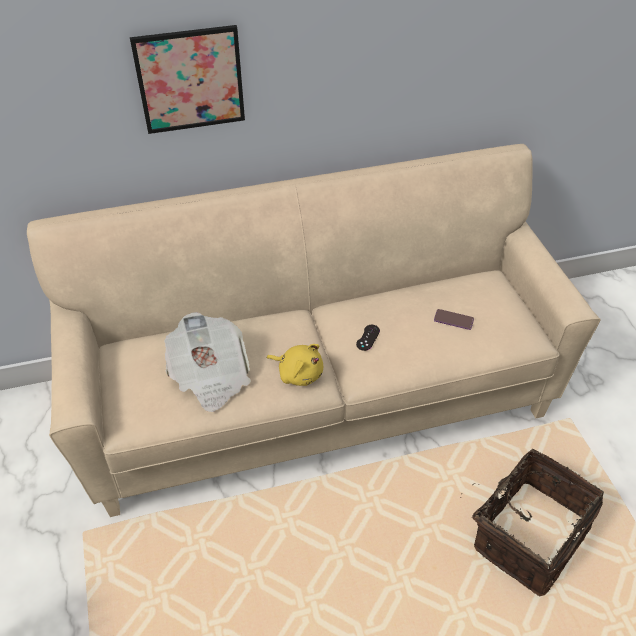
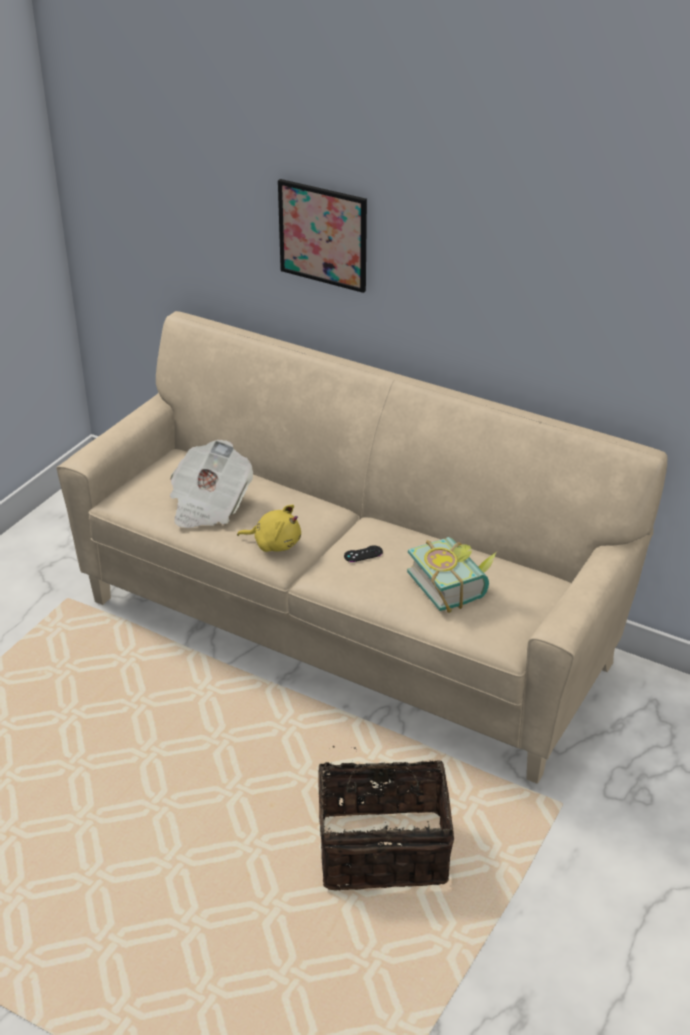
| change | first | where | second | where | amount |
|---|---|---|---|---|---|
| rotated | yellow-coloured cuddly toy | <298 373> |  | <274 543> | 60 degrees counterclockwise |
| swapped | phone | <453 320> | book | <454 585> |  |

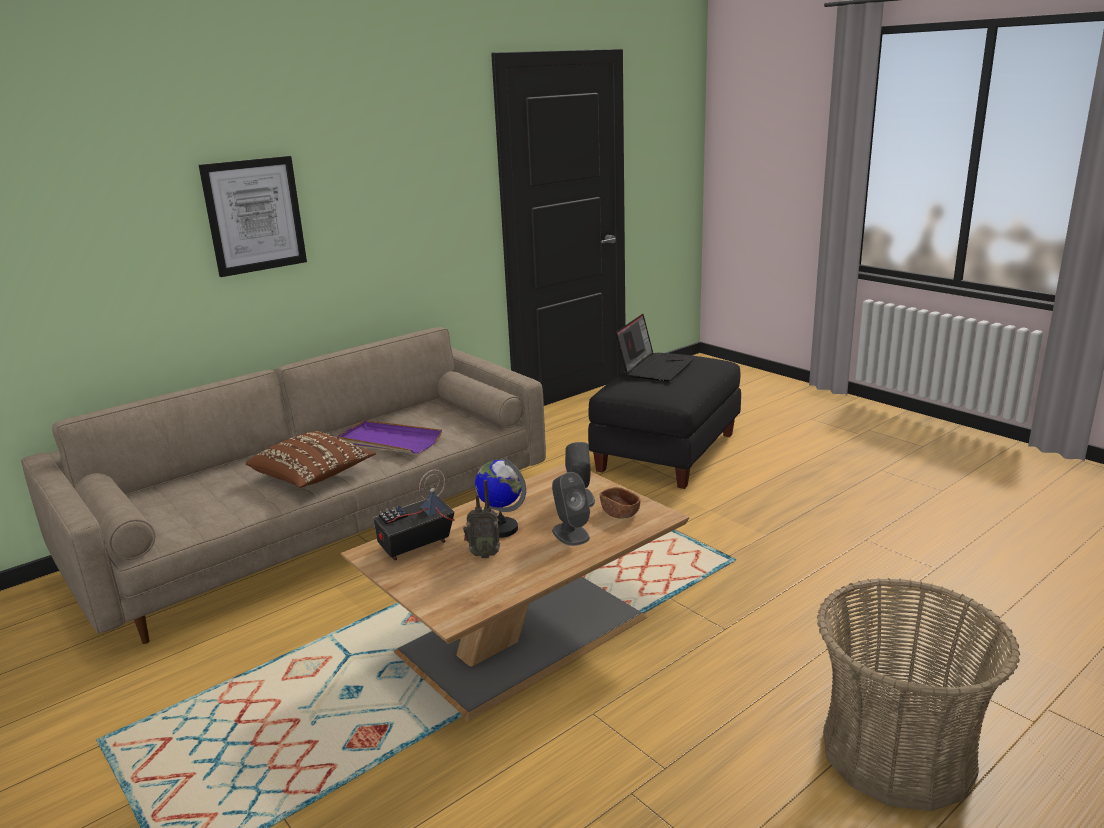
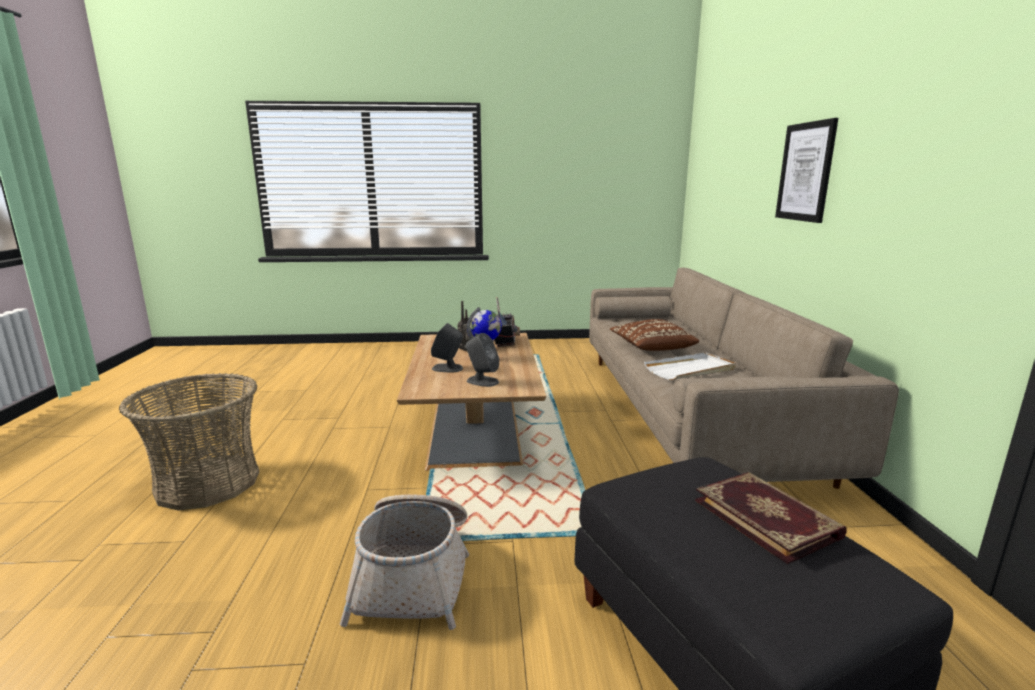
| change | first | where | second | where | amount |
|---|---|---|---|---|---|
| repainted | purple-coloured tray | <388 441> | white-coloured tray | <690 369> |  |
| gone | brown-coloured bowl | <620 513> |  |  |  |
| swapped | notebook computer | <655 368> | book | <767 517> |  |
| new |  |  | storage basket | <415 574> |  |

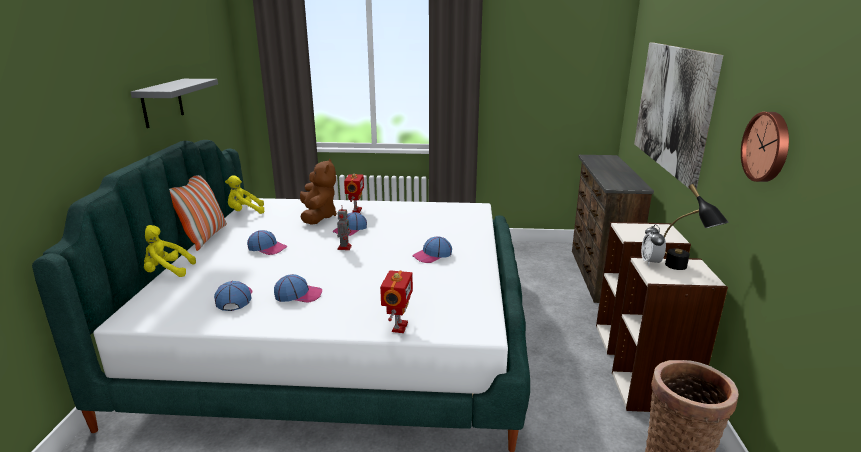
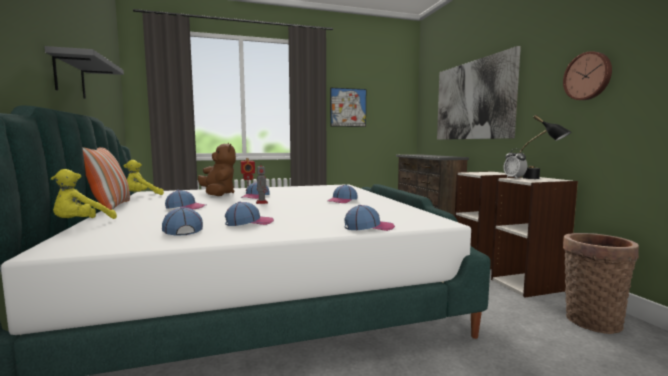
| change | first | where | second | where | amount |
|---|---|---|---|---|---|
| rotated | yellow-coloured cuddly toy | <166 271> |  | <81 224> | 45 degrees counterclockwise |
| swapped | robot figure | <398 327> | cap | <369 227> |  |
| new |  |  | picture | <348 107> |  |

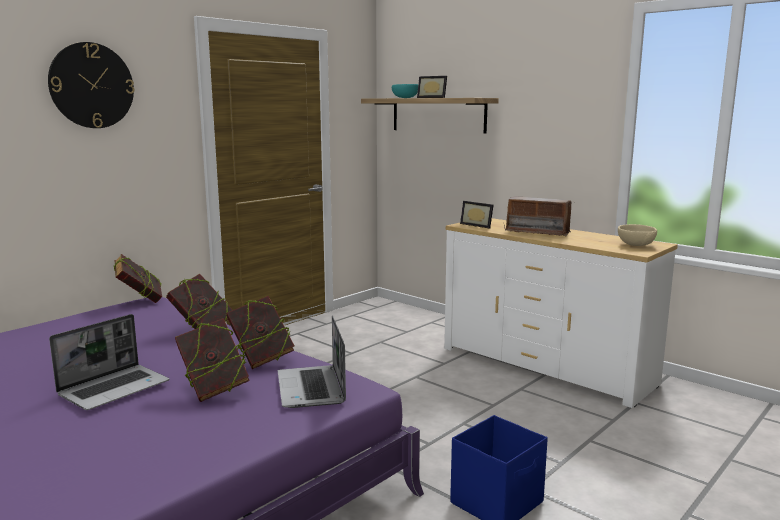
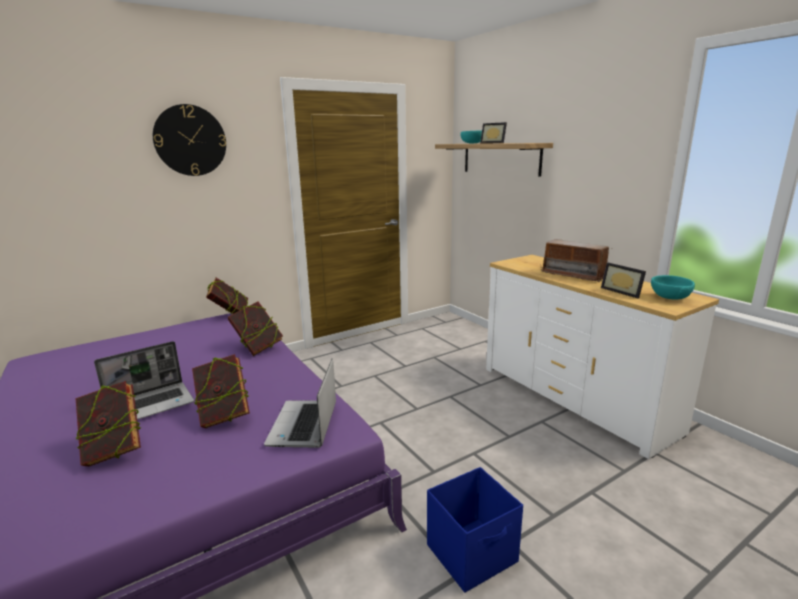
| change | first | where | second | where | amount |
|---|---|---|---|---|---|
| shifted | book | <261 360> |  | <115 451> |  |
| shifted | picture frame | <478 225> |  | <623 292> |  |
| repainted | beige bowl | <636 245> | turquoise-coloured bowl | <670 297> |  |

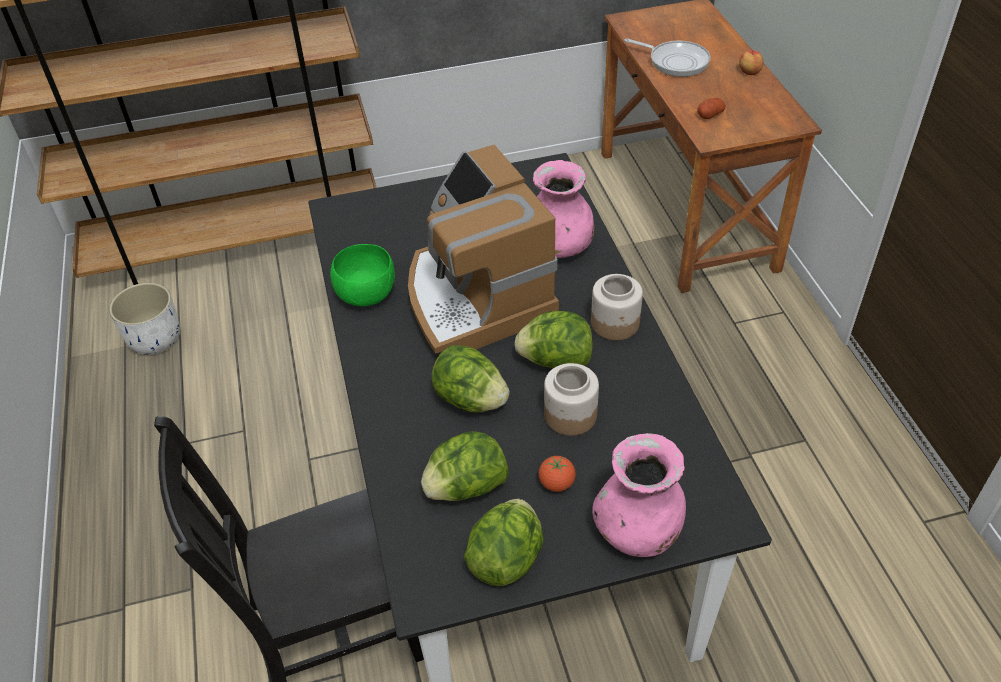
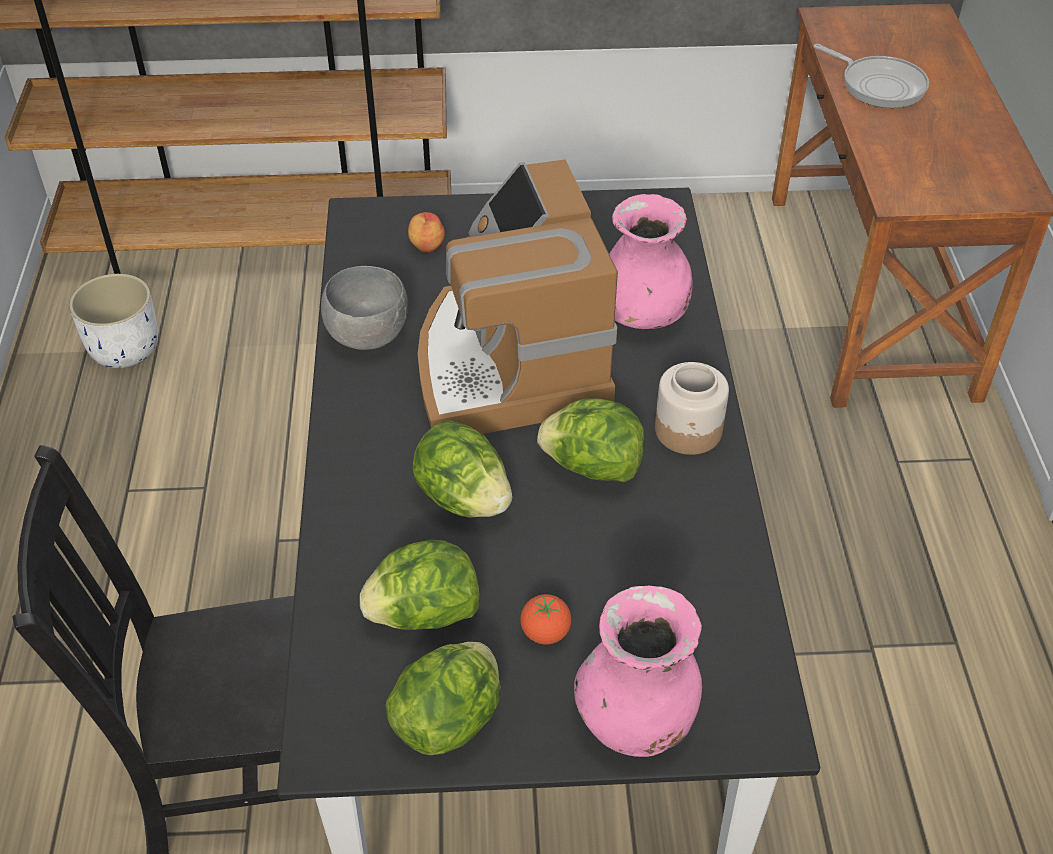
| change | first | where | second | where | amount |
|---|---|---|---|---|---|
| repainted | green bowl | <367 294> | gray bowl | <369 335> |  |
| gone | jar | <569 415> |  |  |  |
| gone | spud | <710 115> |  |  |  |
| shifted | apple | <749 72> |  | <426 246> |  |

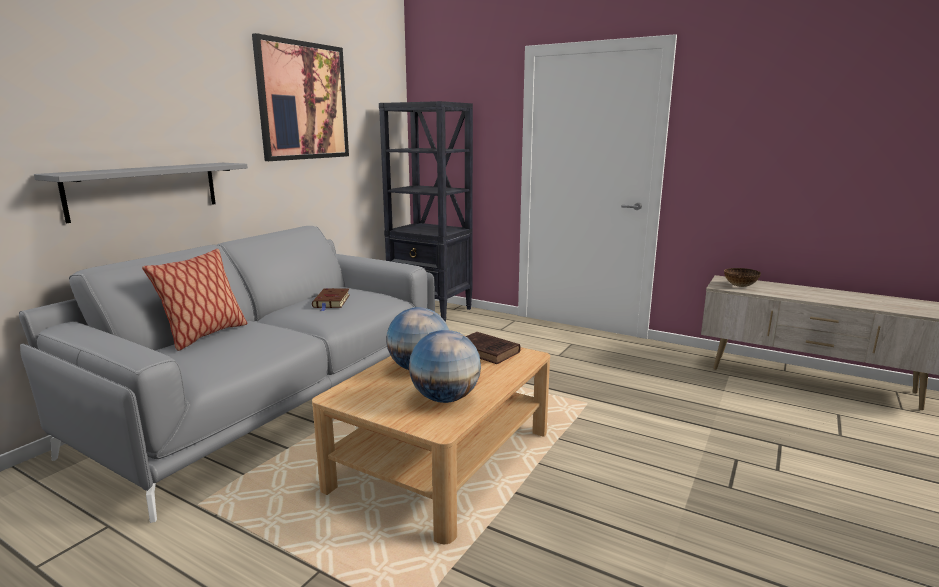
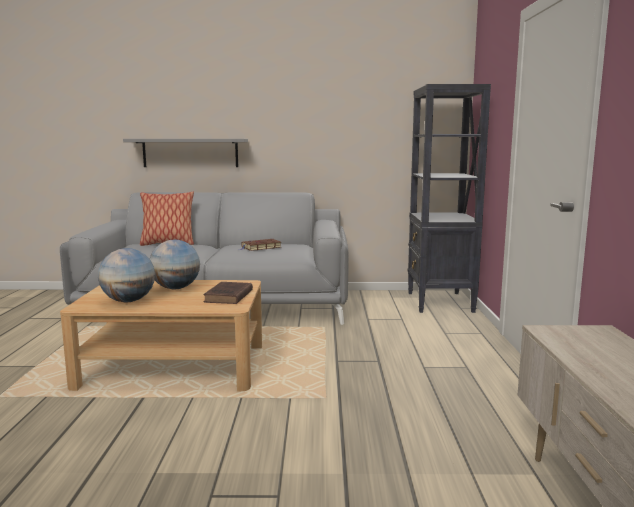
| change | first | where | second | where | amount |
|---|---|---|---|---|---|
| gone | picture | <303 101> |  |  |  |
| gone | bowl | <739 286> |  |  |  |

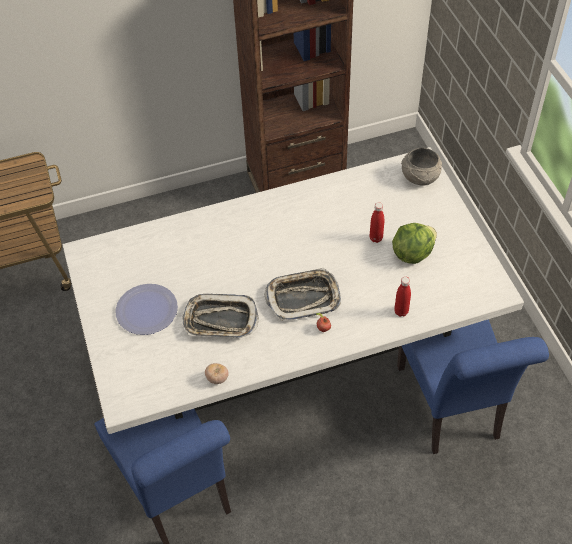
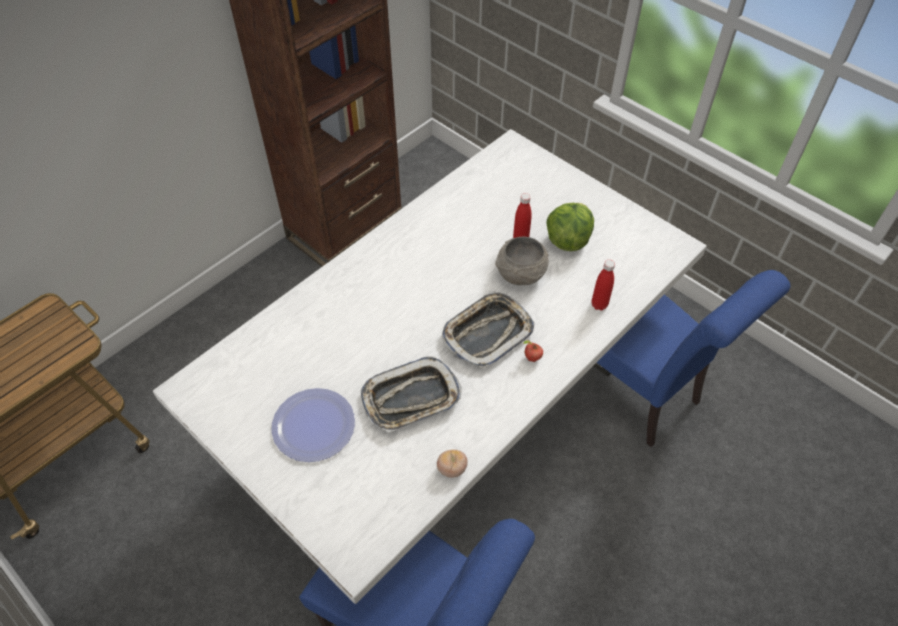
| change | first | where | second | where | amount |
|---|---|---|---|---|---|
| shifted | gray bowl | <419 177> |  | <520 274> |  |

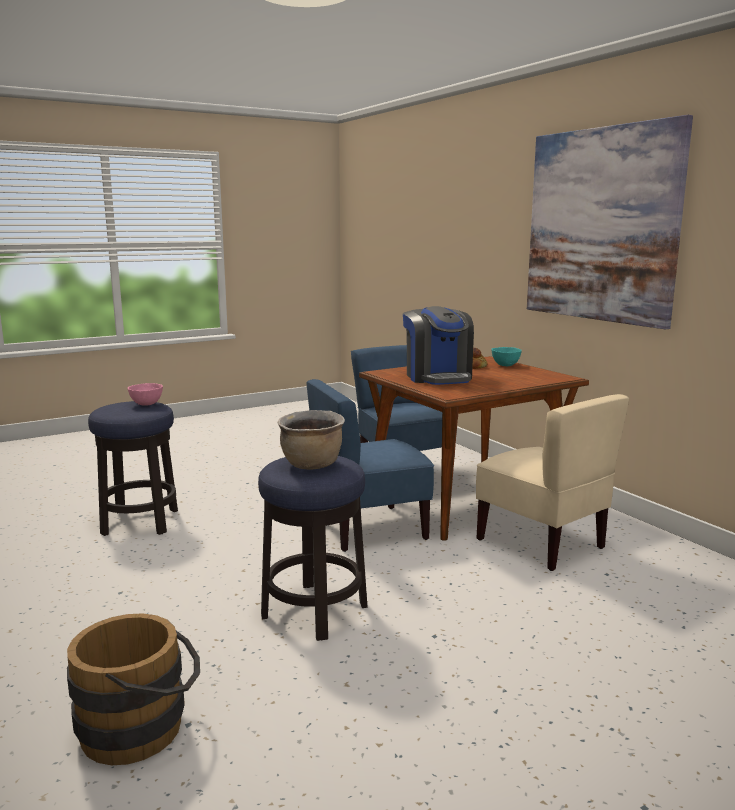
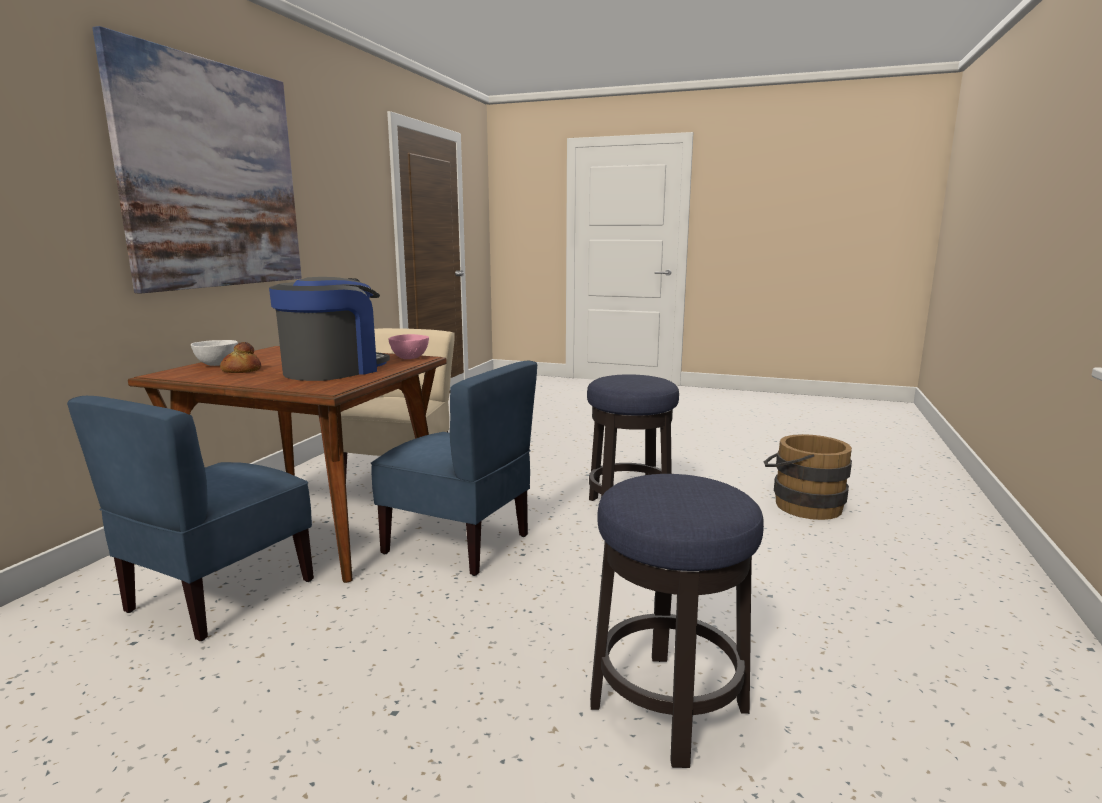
| change | first | where | second | where | amount |
|---|---|---|---|---|---|
| shifted | pink bowl | <146 404> |  | <410 358> |  |
| gone | brown-coloured stockpot | <312 465> |  |  |  |
| repainted | turquoise-coloured bowl | <505 365> | white-coloured bowl | <216 365> |  |

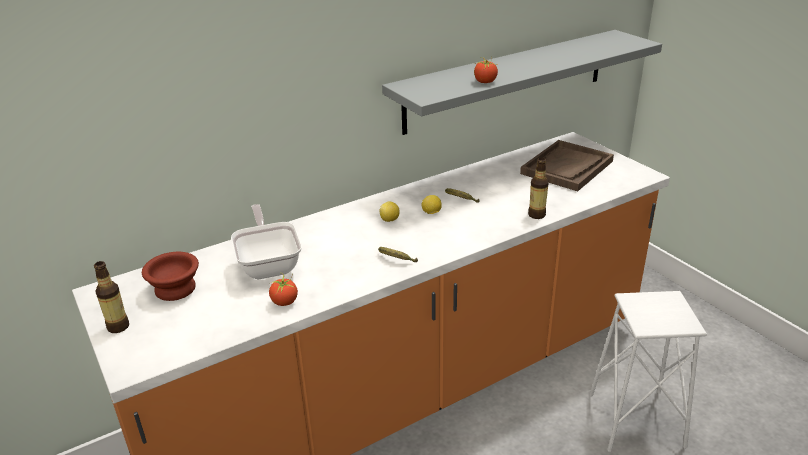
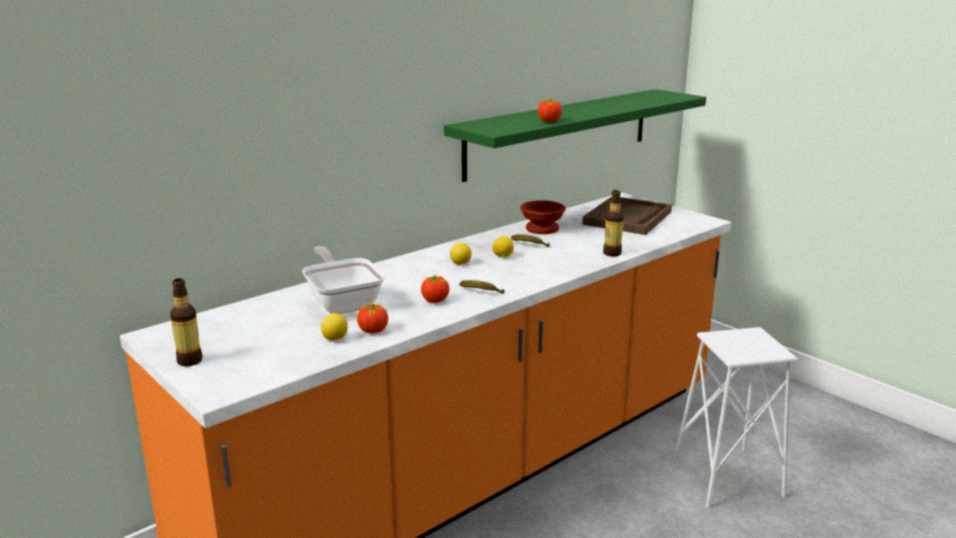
| change | first | where | second | where | amount |
|---|---|---|---|---|---|
| shifted | brown-coloured bowl | <173 289> |  | <540 229> |  |
| repainted | gray bracket shelf | <507 80> | green bracket shelf | <560 132> |  |
| new |  |  | whole lemon | <335 339> |  |
| new |  |  | tomato | <435 301> |  |

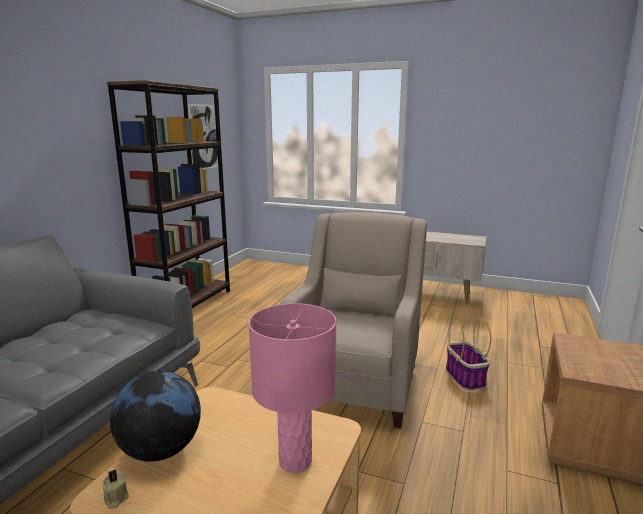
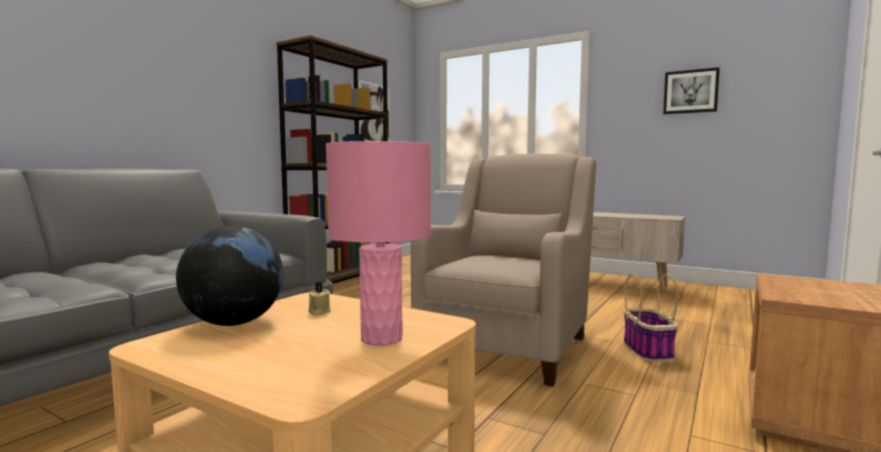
| change | first | where | second | where | amount |
|---|---|---|---|---|---|
| shifted | beige wax candle | <115 499> |  | <318 312> |  |
| new |  |  | picture | <690 91> |  |

